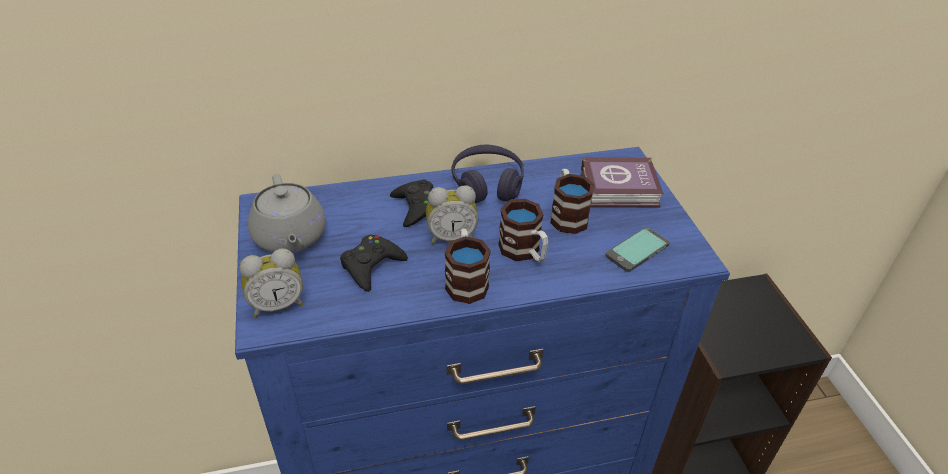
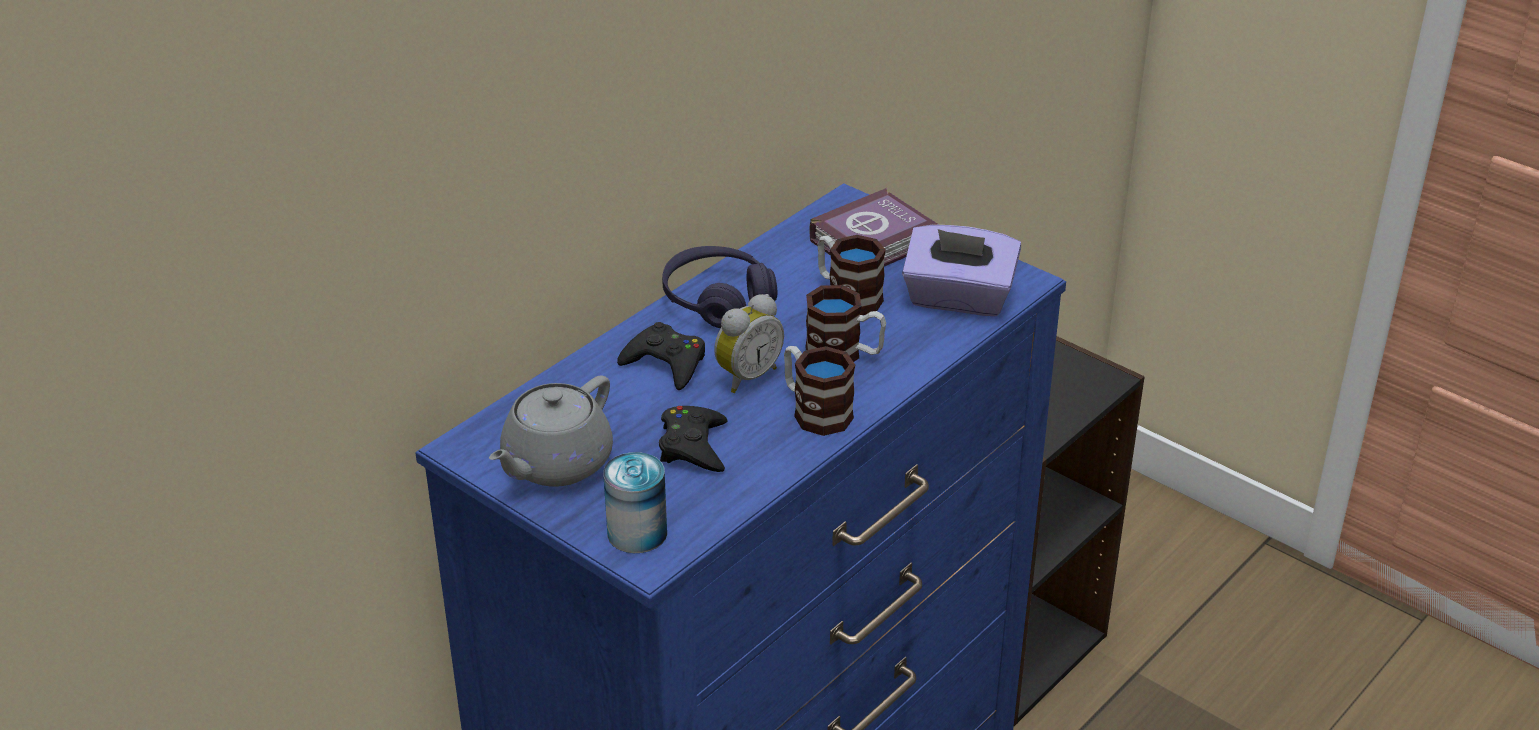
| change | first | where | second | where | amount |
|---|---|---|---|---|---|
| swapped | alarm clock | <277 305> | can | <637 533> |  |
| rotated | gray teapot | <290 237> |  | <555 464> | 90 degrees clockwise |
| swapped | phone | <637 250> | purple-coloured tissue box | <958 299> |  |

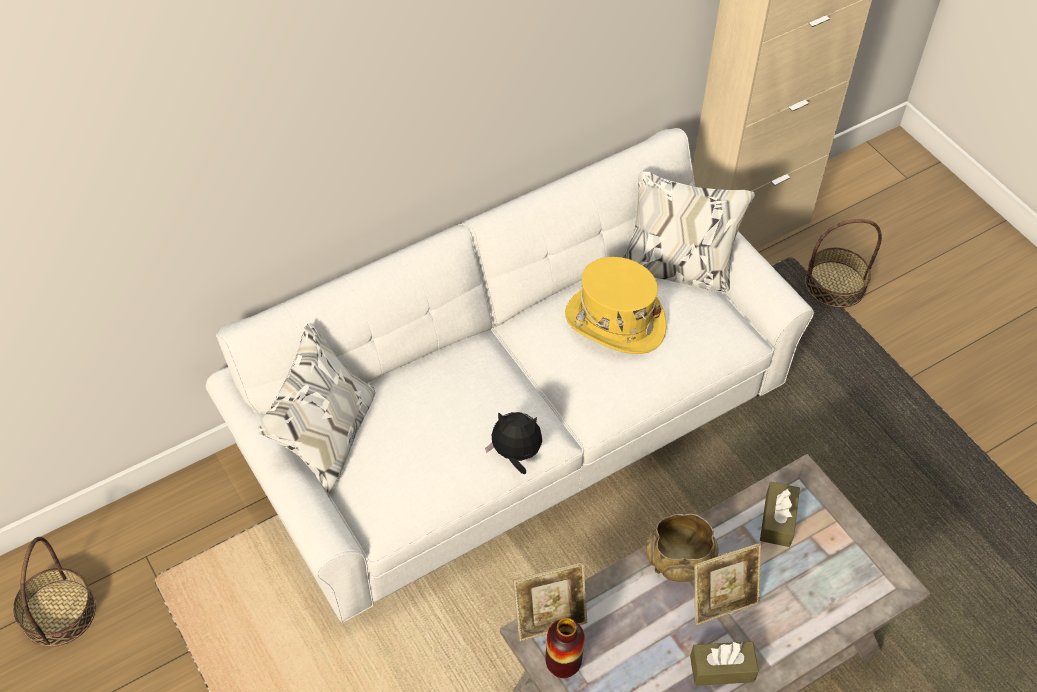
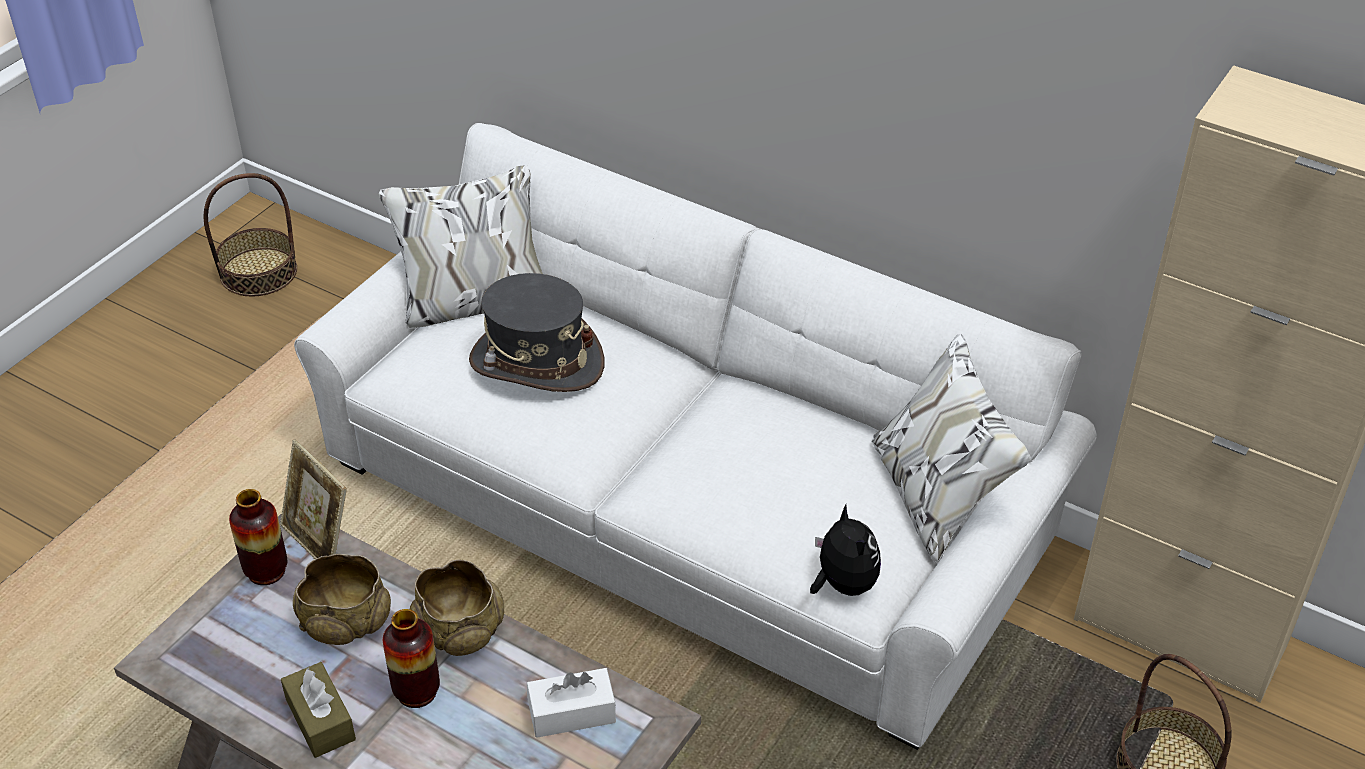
| change | first | where | second | where | amount |
|---|---|---|---|---|---|
| shifted | cuddly toy | <515 455> |  | <843 584> |  |
| gone | yellow-coloured hat | <614 322> |  |  |  |
| swapped | picture frame | <722 602> | decorative vase | <417 692> |  |
| repainted | brown-coloured tissue box | <777 520> | white-coloured tissue box | <572 713> |  |
| new |  |  | beige bowl | <346 621> |  |
| new |  |  | gray hat | <536 362> |  |

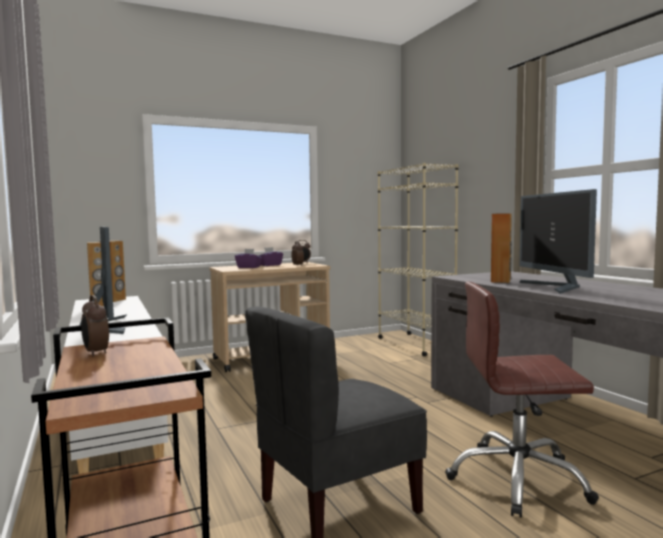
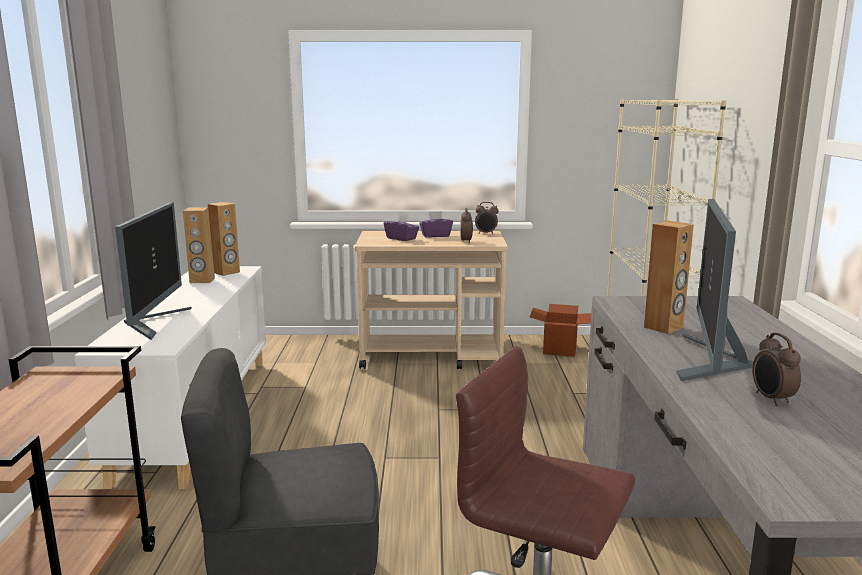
| change | first | where | second | where | amount |
|---|---|---|---|---|---|
| shifted | alarm clock | <95 353> |  | <771 399> |  |
| new |  |  | packing box | <559 349> |  |

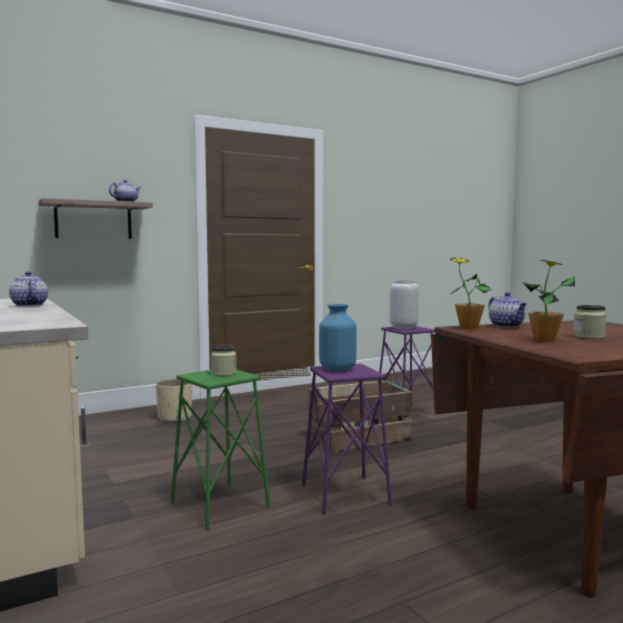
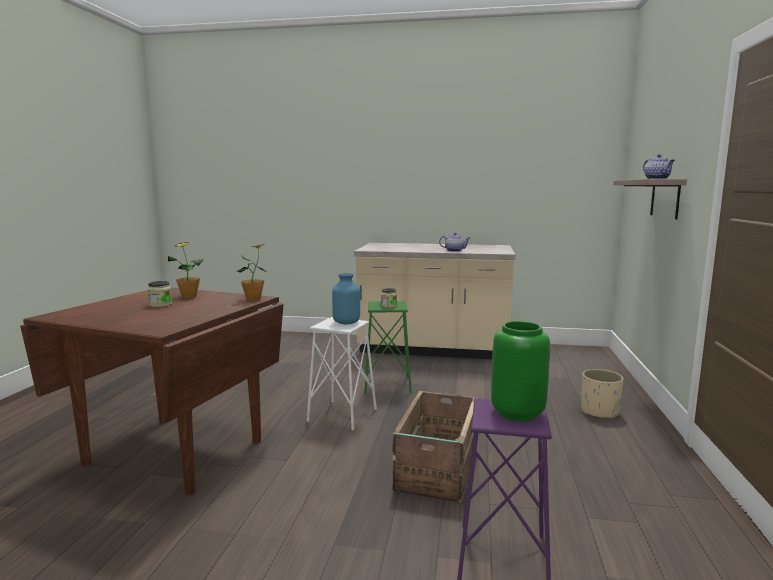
| change | first | where | second | where | amount |
|---|---|---|---|---|---|
| repainted | purple-coloured stool seat | <345 495> | white-coloured stool seat | <342 415> |  |
| repainted | gray decorative vase | <404 327> | green decorative vase | <517 413> |  |
| gone | teapot | <507 326> |  |  |  |

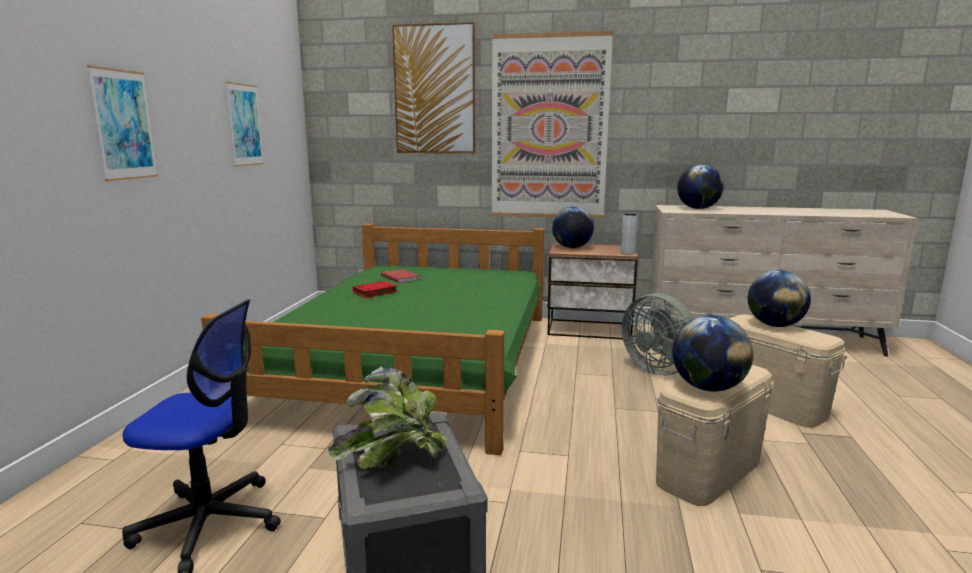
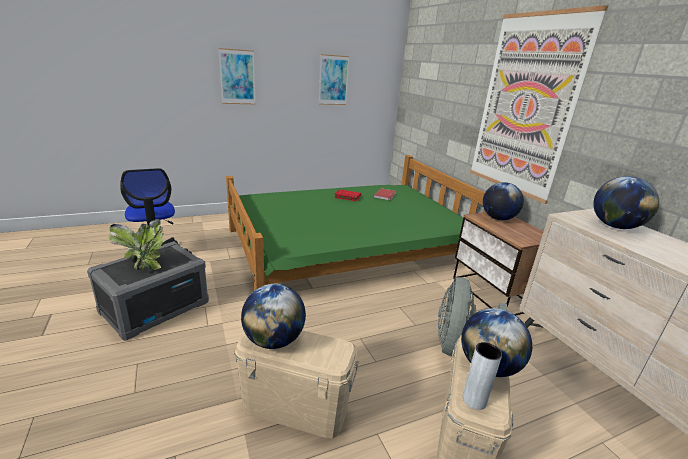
| change | first | where | second | where | amount |
|---|---|---|---|---|---|
| gone | picture | <435 90> |  |  |  |
| shifted | gray decorative vase | <628 253> |  | <474 400> |  |

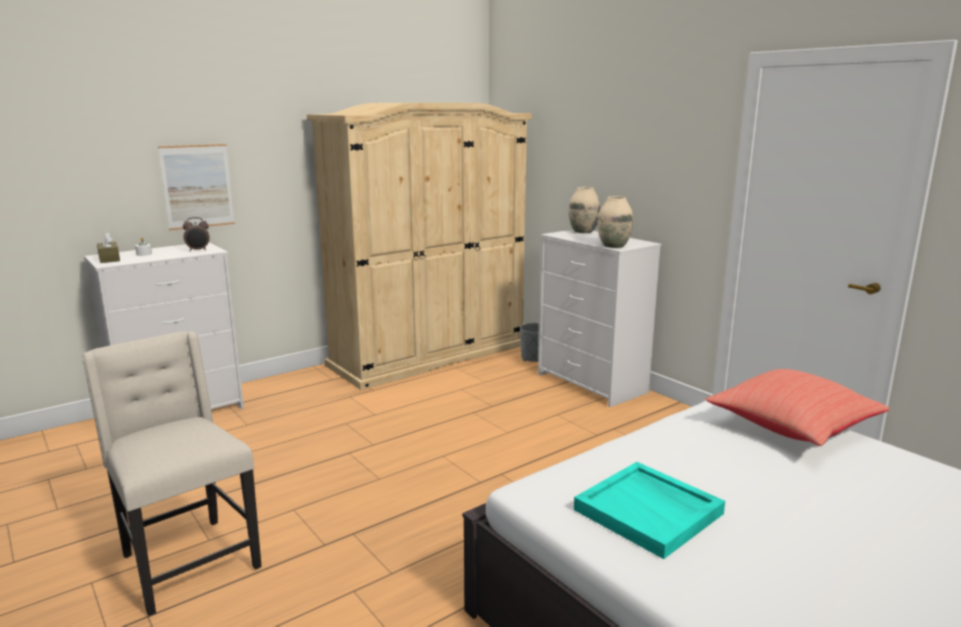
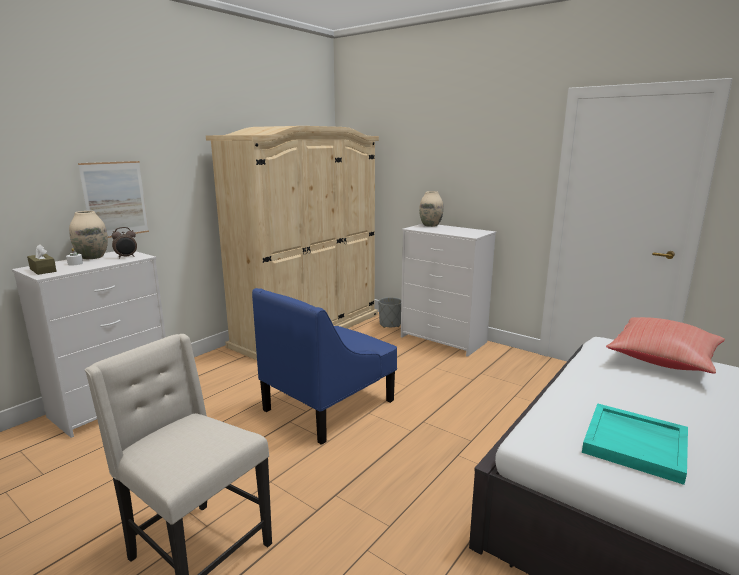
| change | first | where | second | where | amount |
|---|---|---|---|---|---|
| shifted | beige decorative vase | <613 246> |  | <92 257> |  |
| new |  |  | blue lounge chair | <329 405> |  |

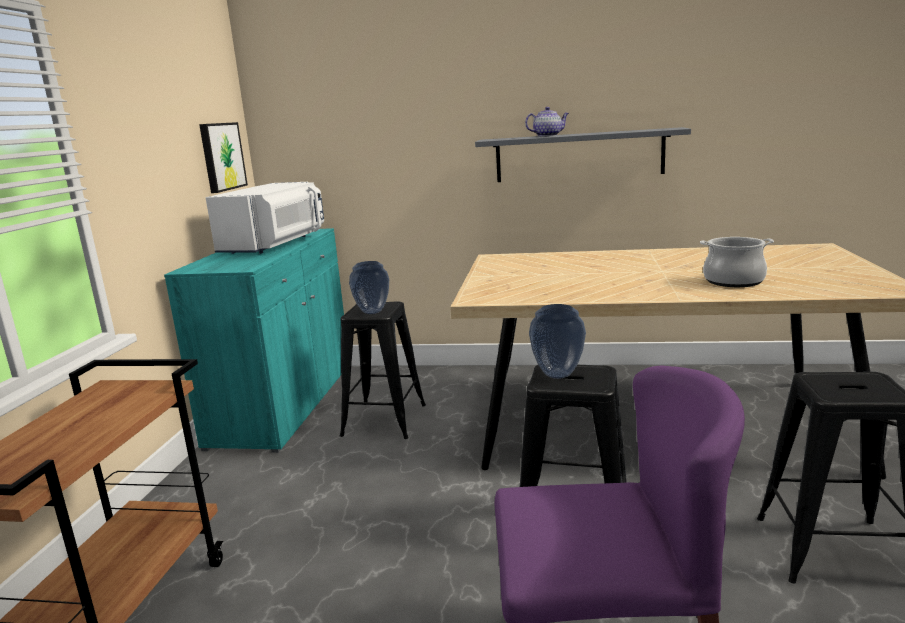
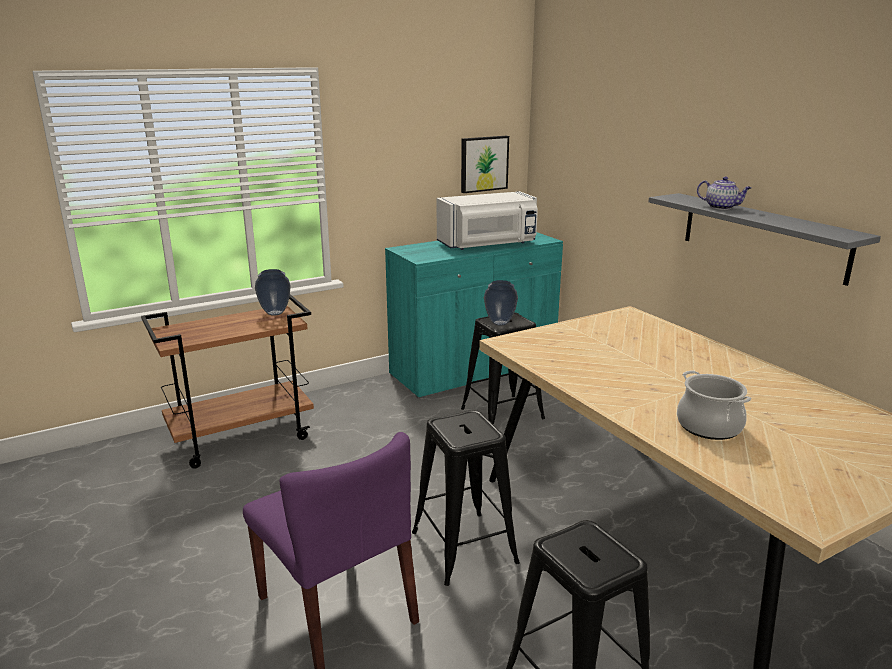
| change | first | where | second | where | amount |
|---|---|---|---|---|---|
| shifted | decorative vase | <557 375> |  | <274 313> |  |

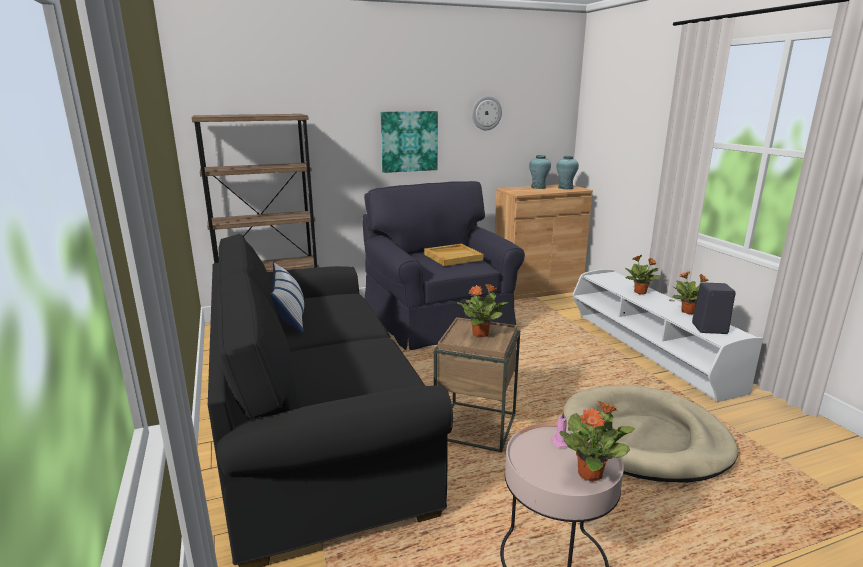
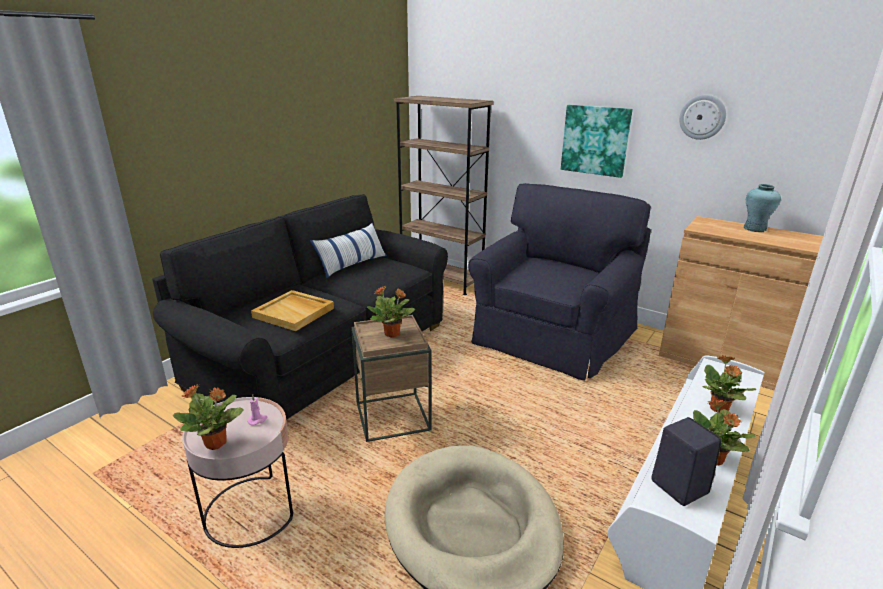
| change | first | where | second | where | amount |
|---|---|---|---|---|---|
| shifted | beige tray | <453 257> |  | <294 312> |  |
| gone | turquoise-coloured decorative vase | <565 188> |  |  |  |

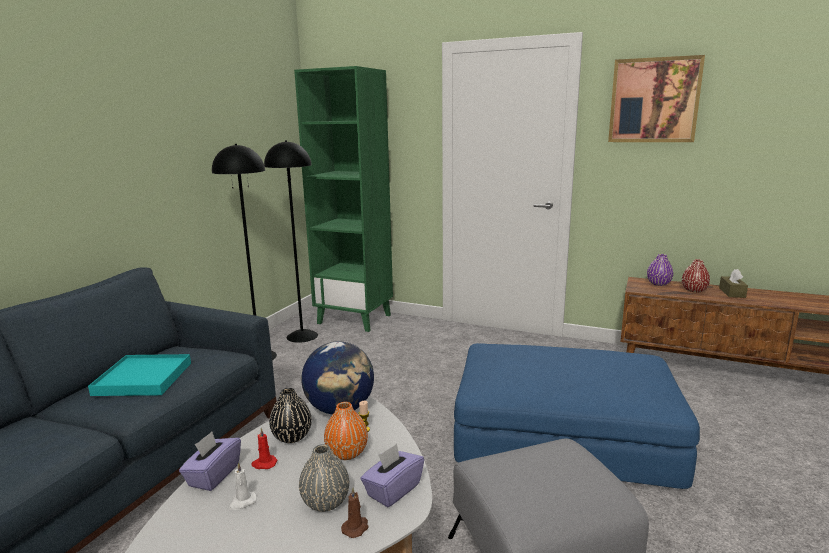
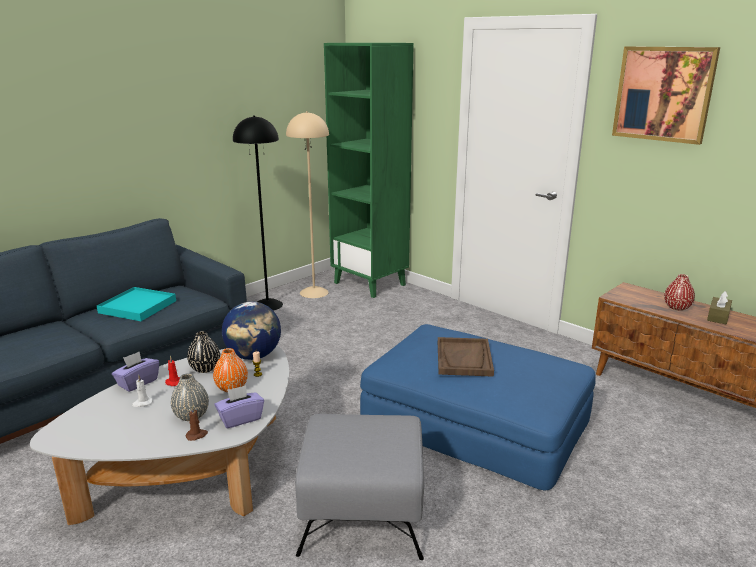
| change | first | where | second | where | amount |
|---|---|---|---|---|---|
| repainted | black-coloured floor lamp | <302 336> | beige floor lamp | <314 292> |  |
| gone | purple-coloured decorative vase | <658 284> |  |  |  |
| new |  |  | brown-coloured tray | <464 358> |  |

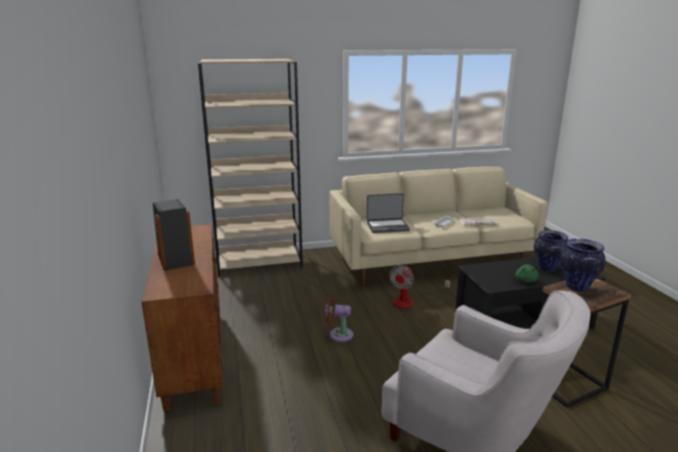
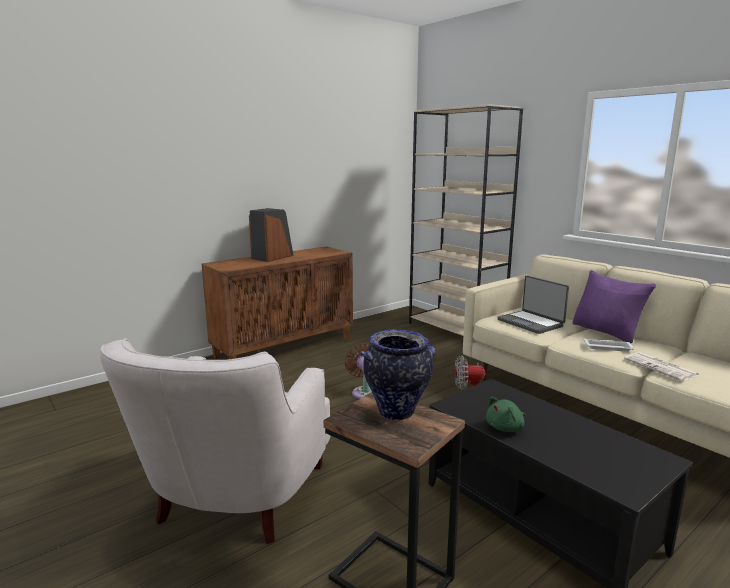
| change | first | where | second | where | amount |
|---|---|---|---|---|---|
| gone | decorative vase | <547 269> |  |  |  |
| new |  |  | purple-coloured cushion | <606 332> |  |

